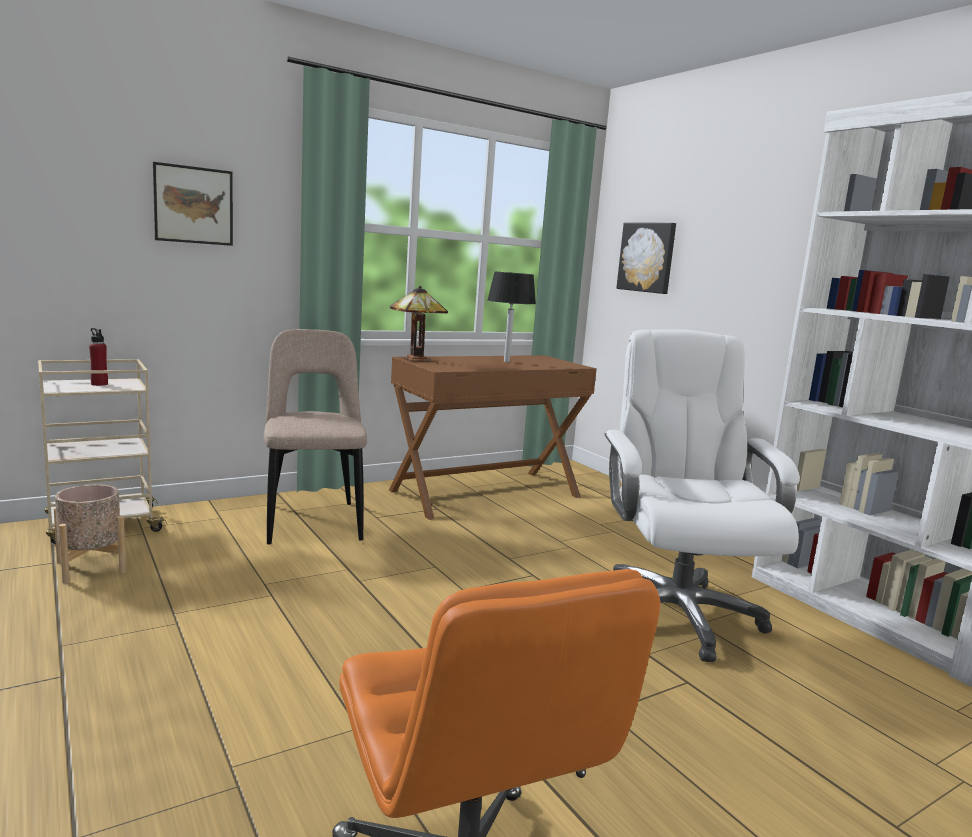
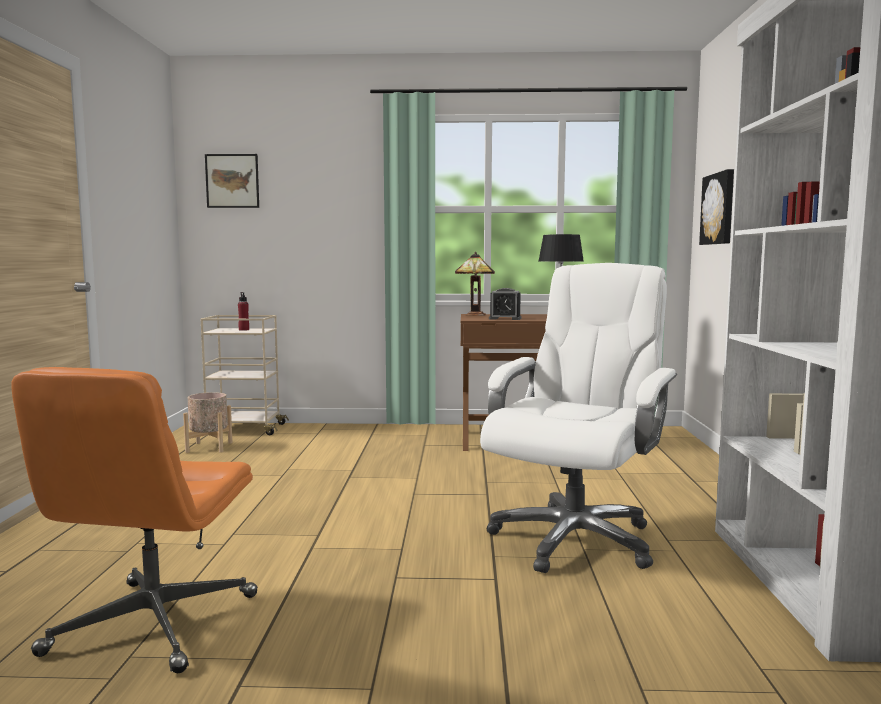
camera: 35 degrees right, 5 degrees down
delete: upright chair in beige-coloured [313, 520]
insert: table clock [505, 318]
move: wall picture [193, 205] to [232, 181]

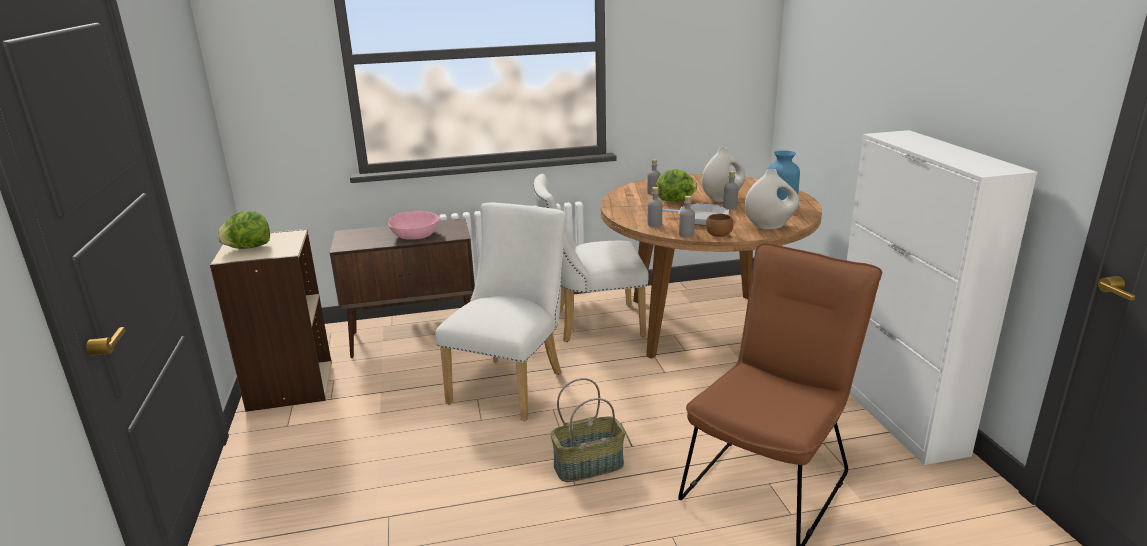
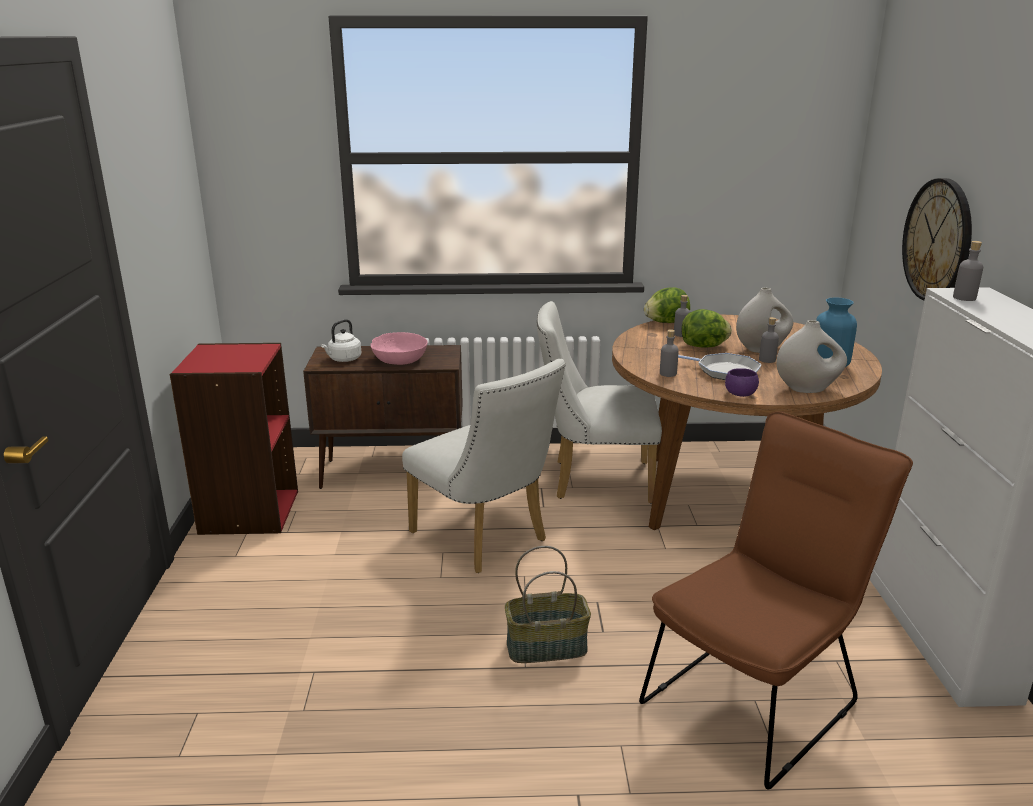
camera: 10 degrees right, 0 degrees up
insert: tea kettle in whitish [343, 359]; clock on the wall [937, 240]
move: lettuce [248, 248] to [666, 322]; drink bottle in greyish [686, 234] to [964, 298]
recolor: bookshelf in beige-coloured [289, 386] to bookshelf in red [248, 512]; serving bowl in brownish [719, 235] to serving bowl in purplish [740, 394]
rotate: upright chair in whitish [511, 384] = [485, 540] 105 degrees clockwise

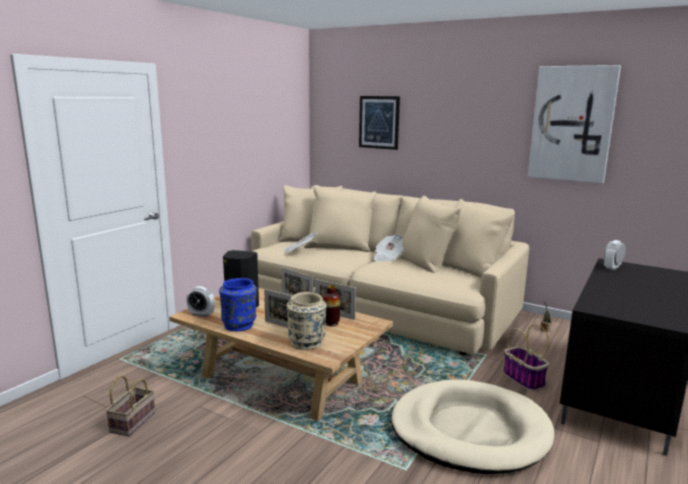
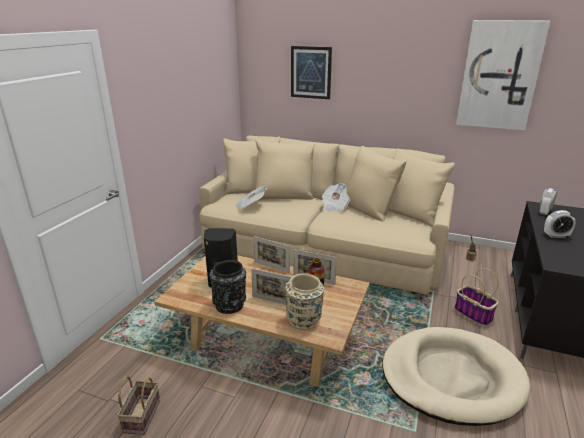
camera: 10 degrees left, 10 degrees up
move: table clock [201, 314] to [556, 236]
recolor: vase in blue [239, 325] to vase in black-coloured [230, 305]

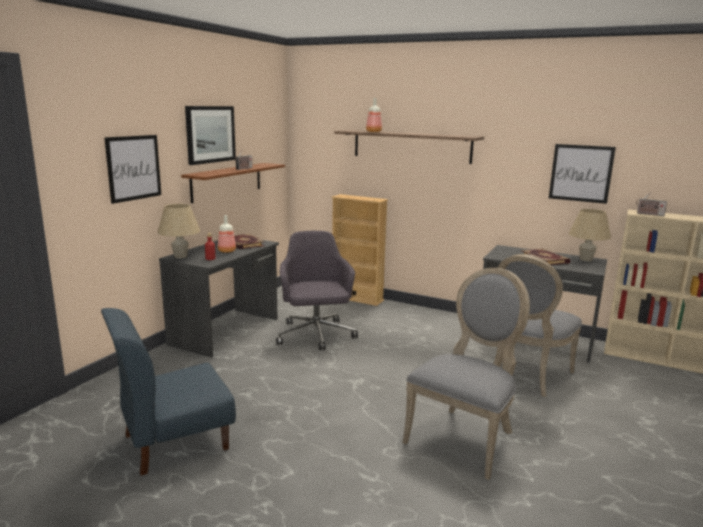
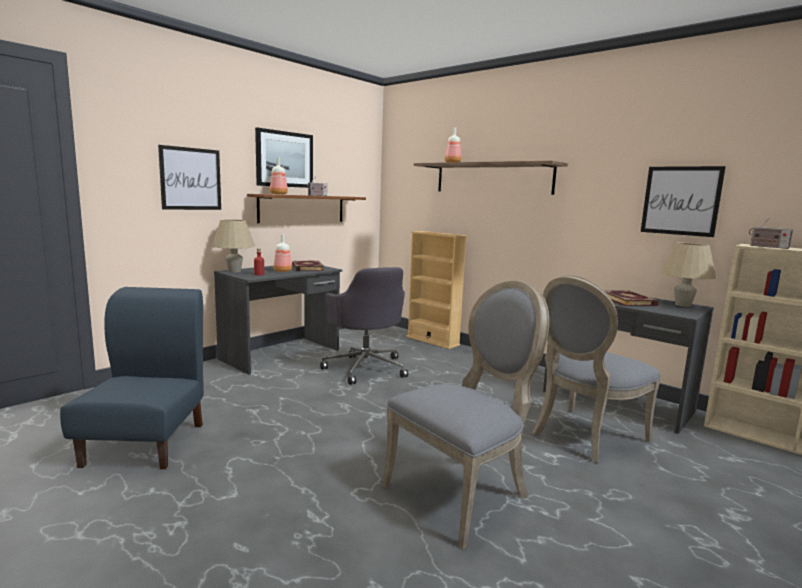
camera: 15 degrees right, 5 degrees down
insert: drink bottle [278, 194]
rotate: upright chair in blue [175, 441] = [147, 443] 105 degrees clockwise; office chair in greyish [315, 335] = [365, 368] 150 degrees clockwise

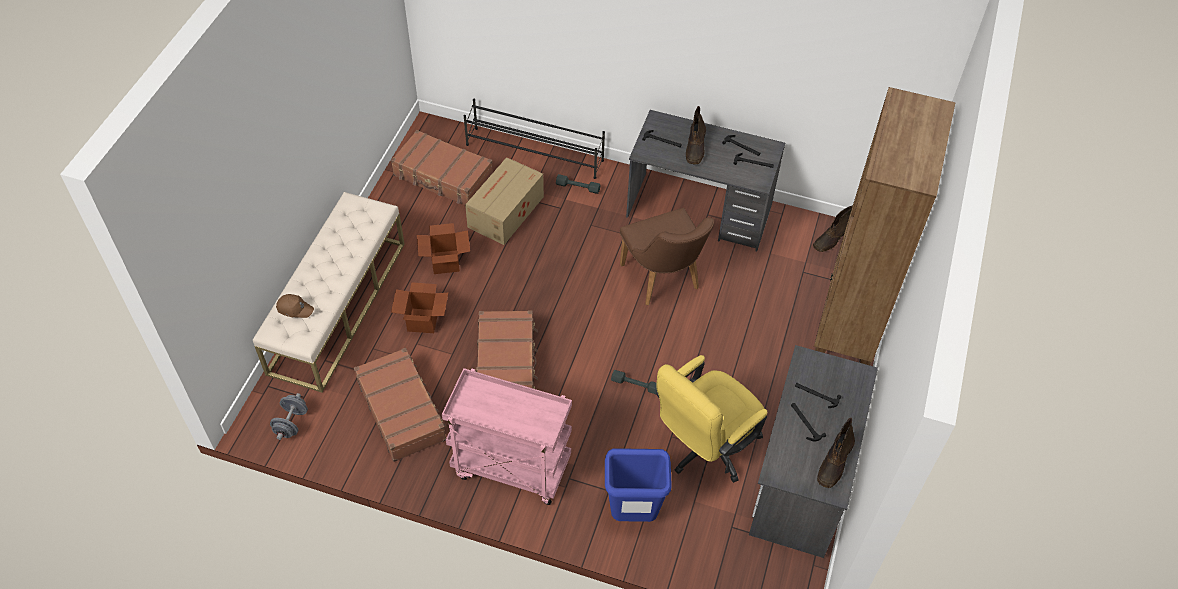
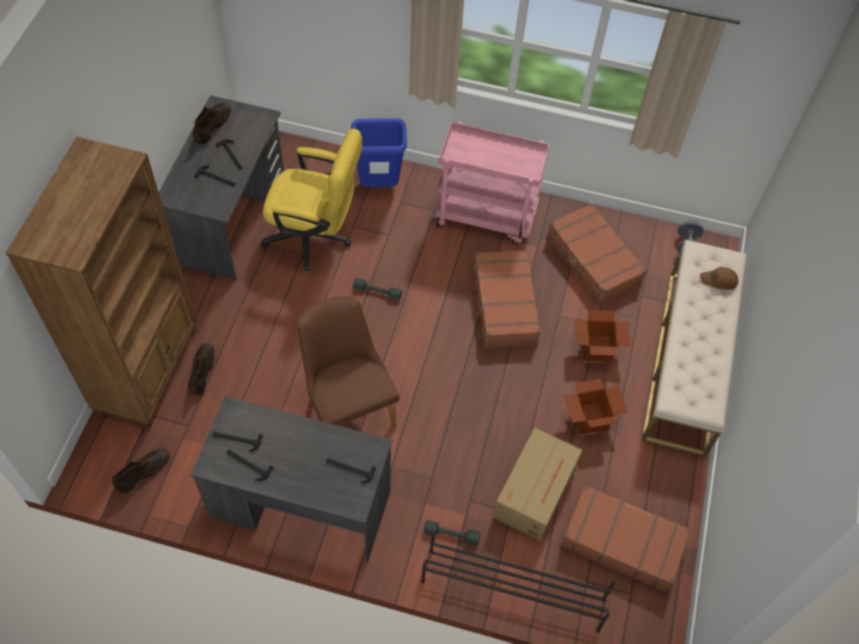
camera: 175 degrees right, 5 degrees up
move: high-top boot in brownish [695, 148] to [202, 370]
rotate: office chair in yellowish [704, 448] = [315, 237] 60 degrees clockwise

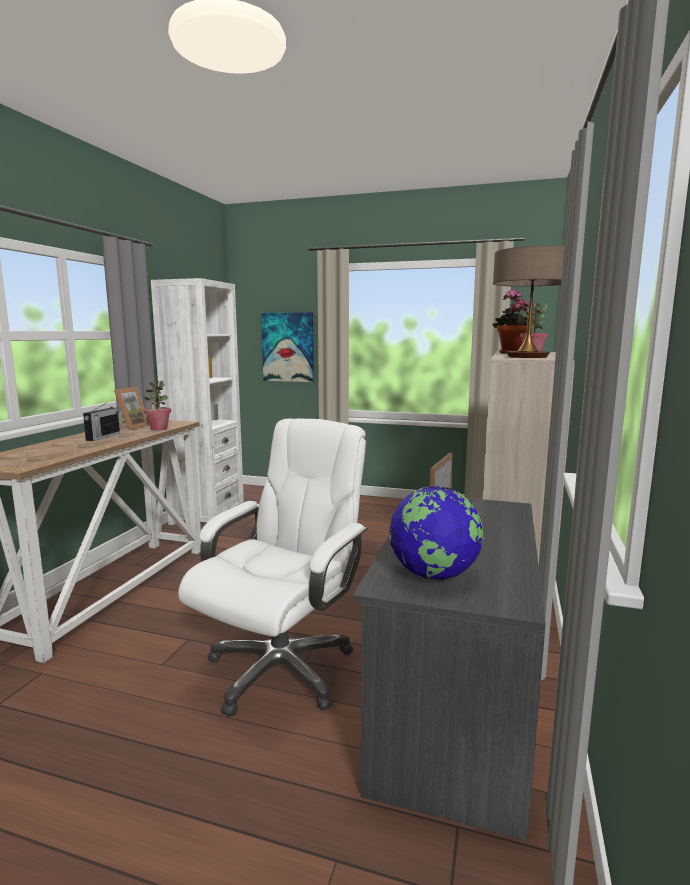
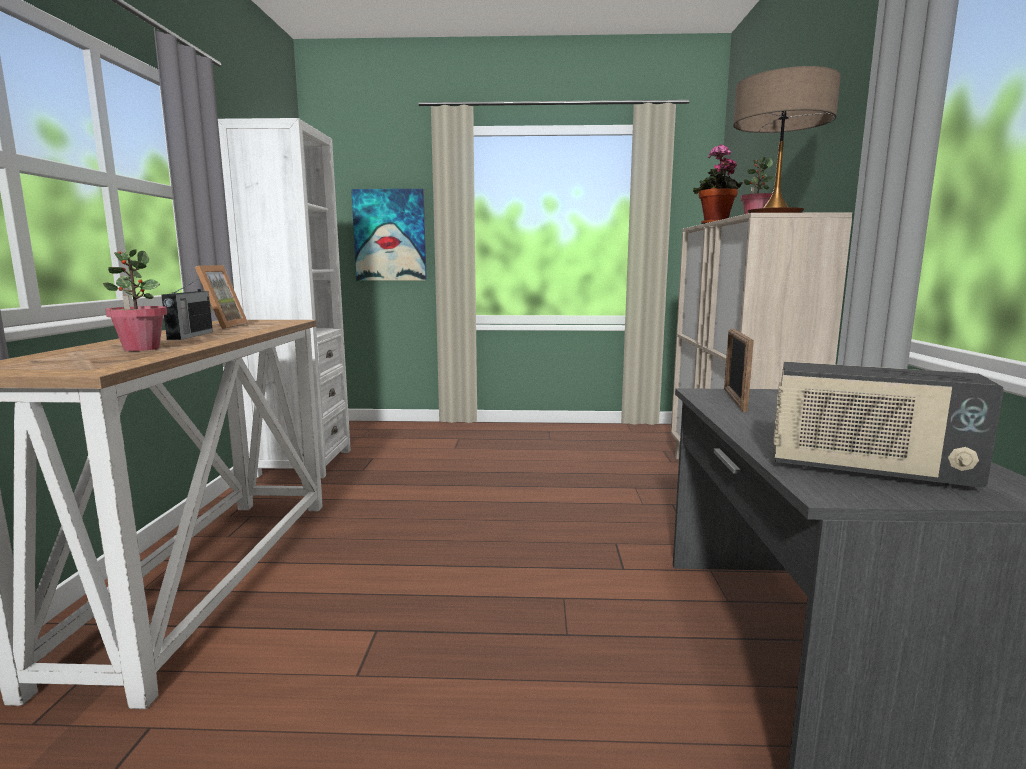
camera: 15 degrees left, 0 degrees up
delete: office chair in whitish [281, 668]
move: houseplant [158, 429] to [141, 348]
replace: globe [434, 575] to radio set [867, 471]

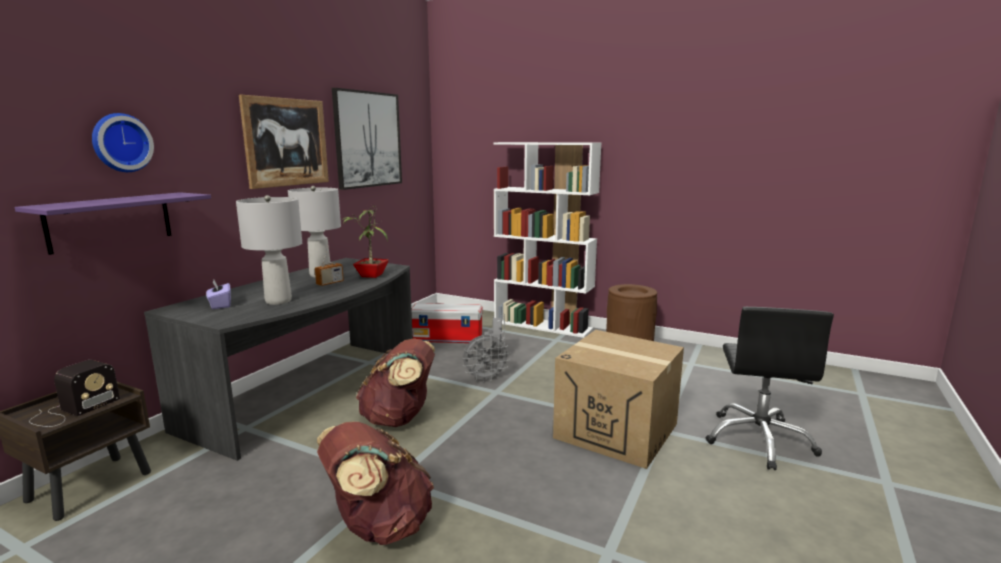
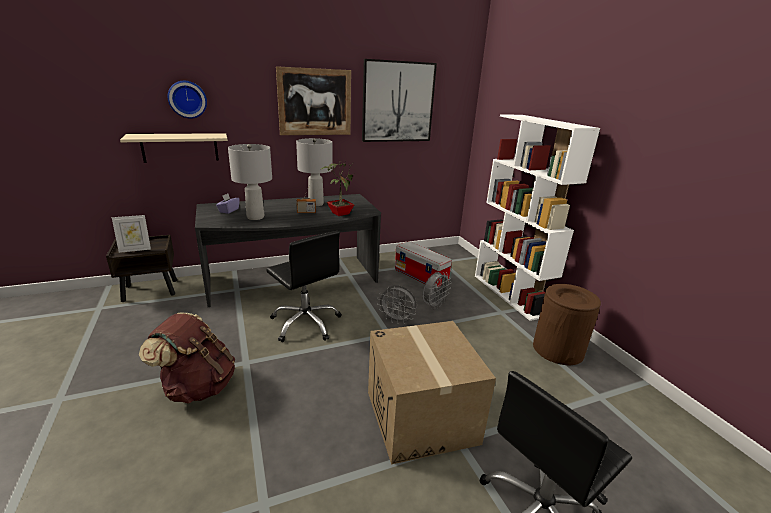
camera: 40 degrees right, 10 degrees up
replace: radio set [72, 410] to standing frame [135, 249]; knapsack in brownish [399, 418] to office chair in black-coloured [306, 323]
recolor: bracket shelf in purplish [110, 221] to bracket shelf in beige-coloured [180, 147]

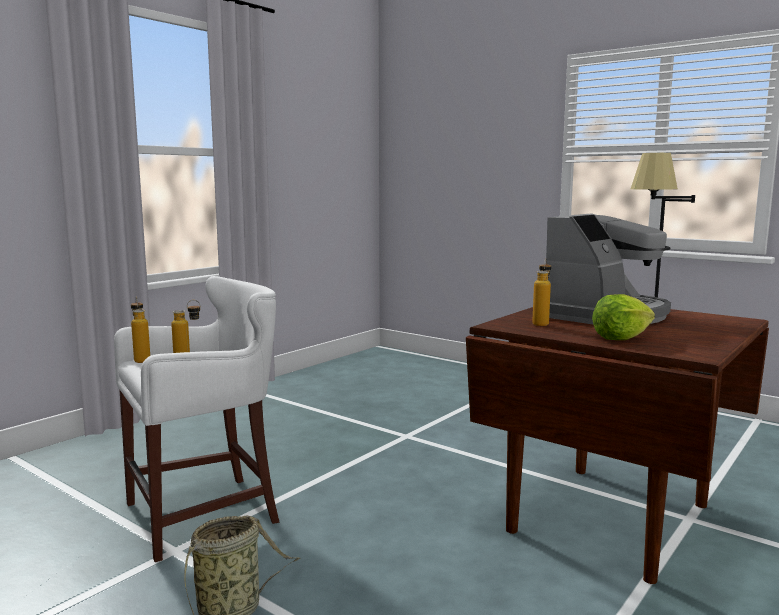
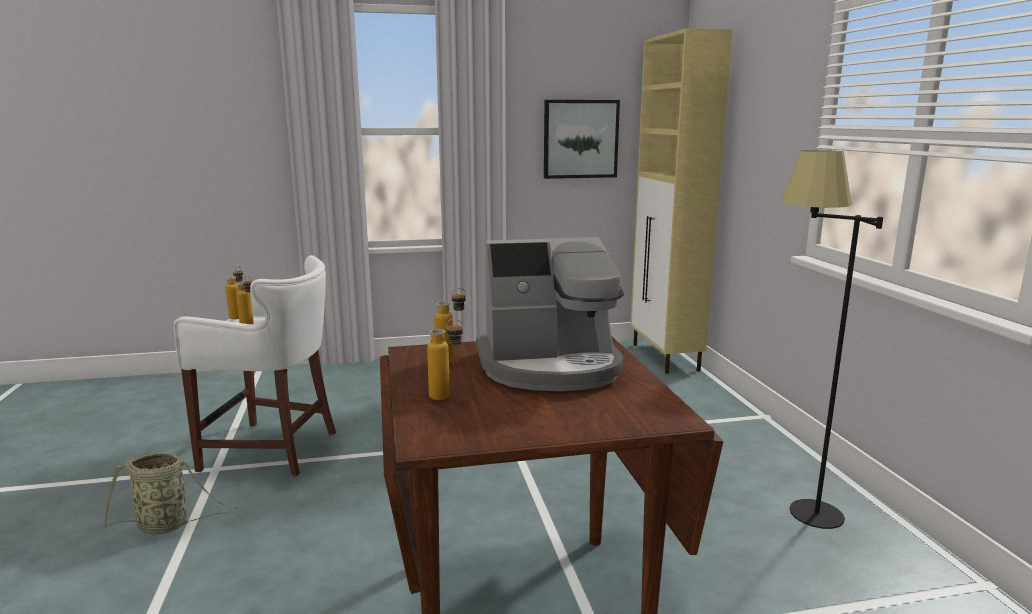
camera: 40 degrees right, 5 degrees up
insert: wall picture [580, 139]; cabinet in beige-coloured [665, 357]
replace: lettuce [621, 338] to drink bottle [447, 398]

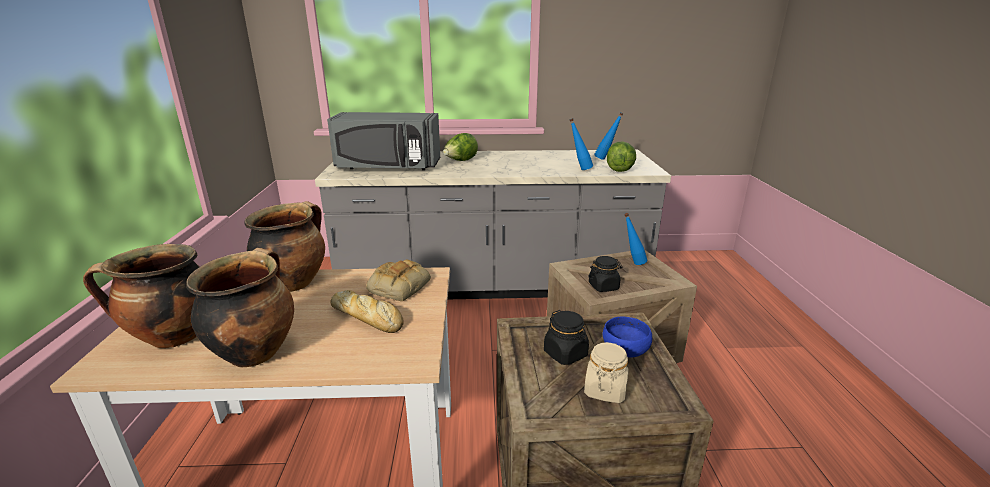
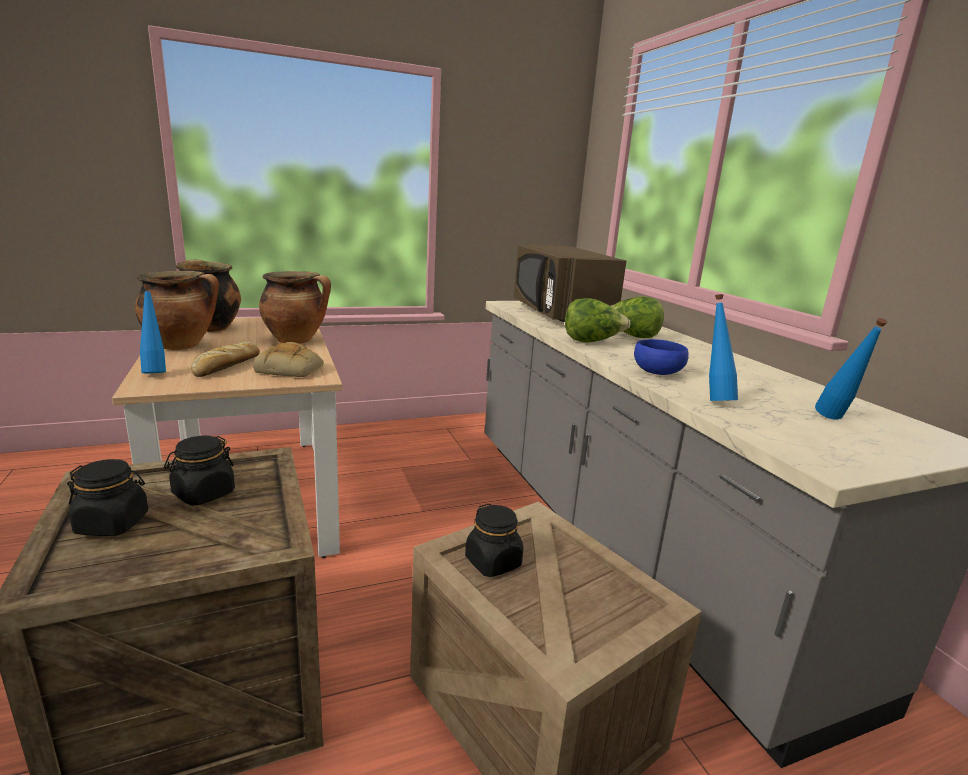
camera: 70 degrees right, 5 degrees down
move: drink bottle in blue [632, 263] to [155, 372]; lettuce [620, 169] to [592, 342]; serving bowl in blue [624, 350] to [658, 372]
recolor: preserve jar in beige-coloured [605, 389] to preserve jar in black-coloured [113, 523]; microwave in greyish [388, 167] to microwave in brownish [559, 314]

